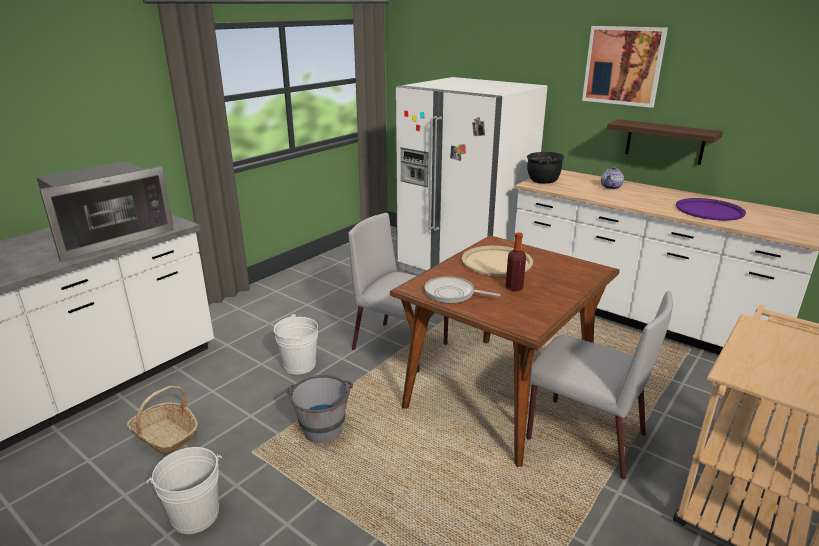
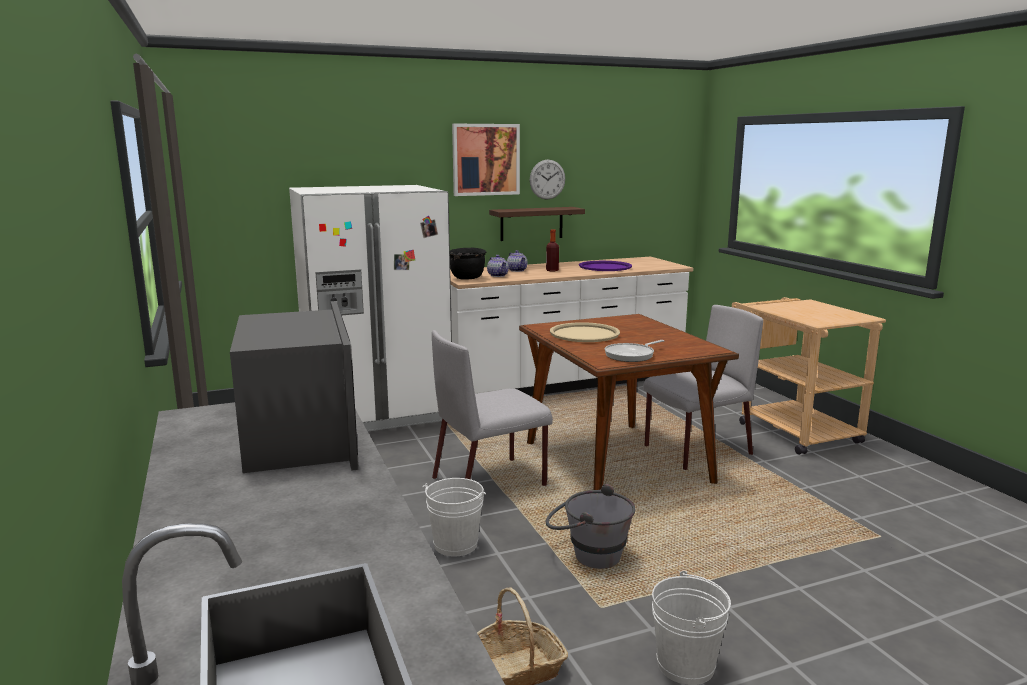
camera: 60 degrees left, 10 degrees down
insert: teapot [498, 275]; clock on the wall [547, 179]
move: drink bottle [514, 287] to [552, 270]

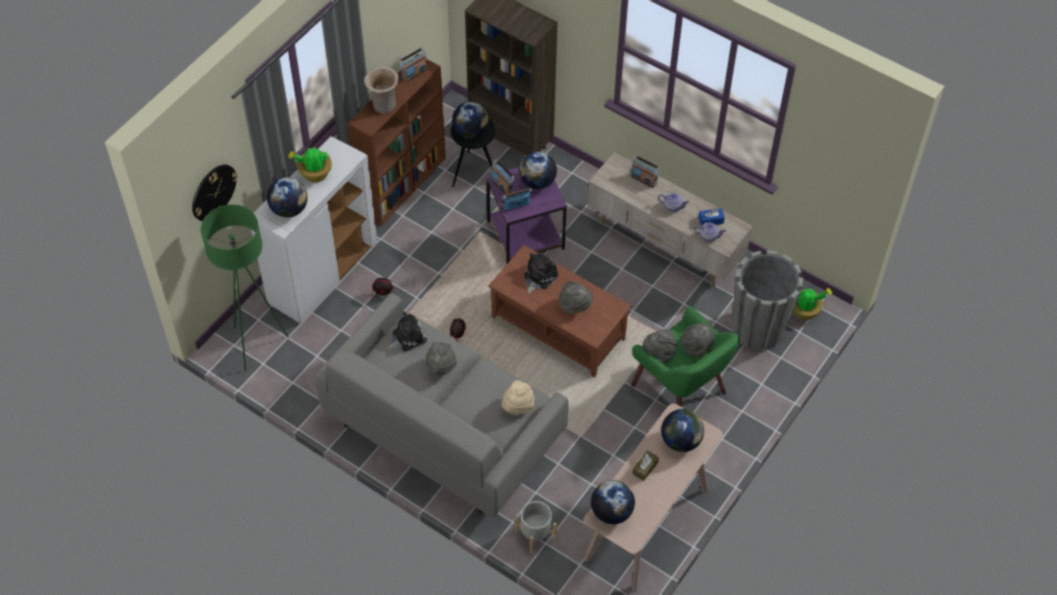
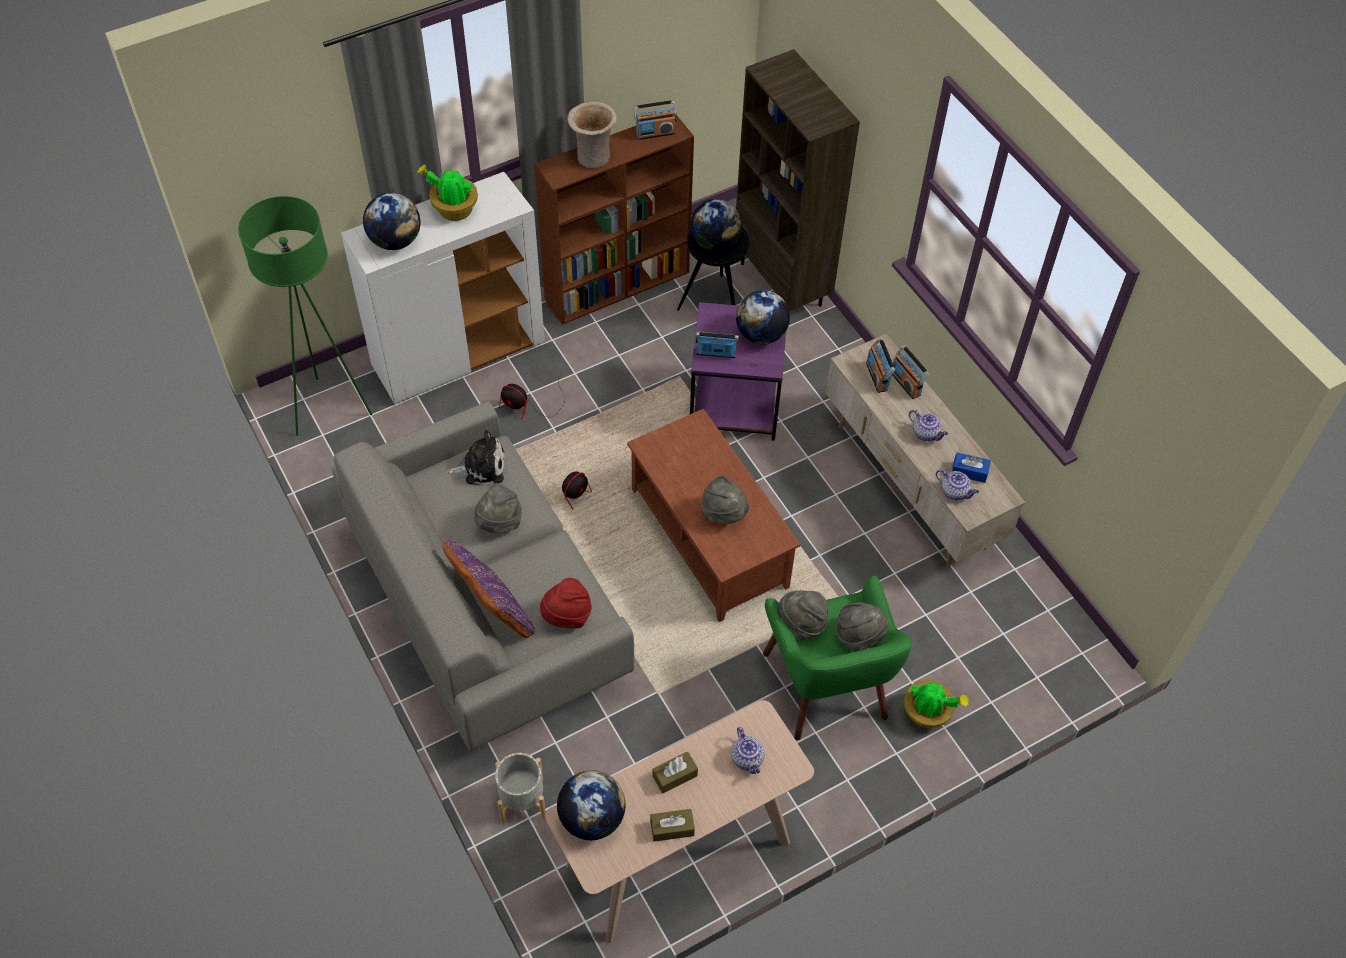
camera: 25 degrees right, 0 degrees up
delete: clock on the wall [213, 192]; soft toy [539, 276]; flower pot in greyish [758, 327]
insert: cushion in purplish [493, 612]; box of tissues in brownish [672, 828]
move: radio set [502, 185] to [877, 376]; houseplant [805, 311] to [927, 714]
replace: globe [681, 441] to teapot [748, 759]
recolor: clothing hat in beige-coloured [517, 407] to clothing hat in red [567, 616]

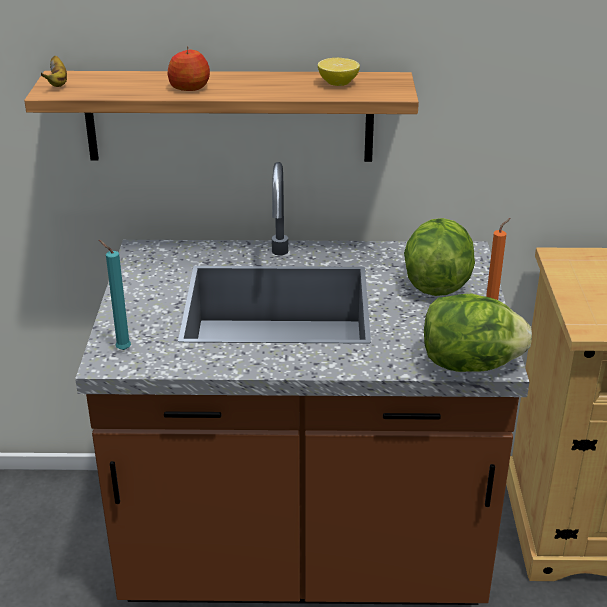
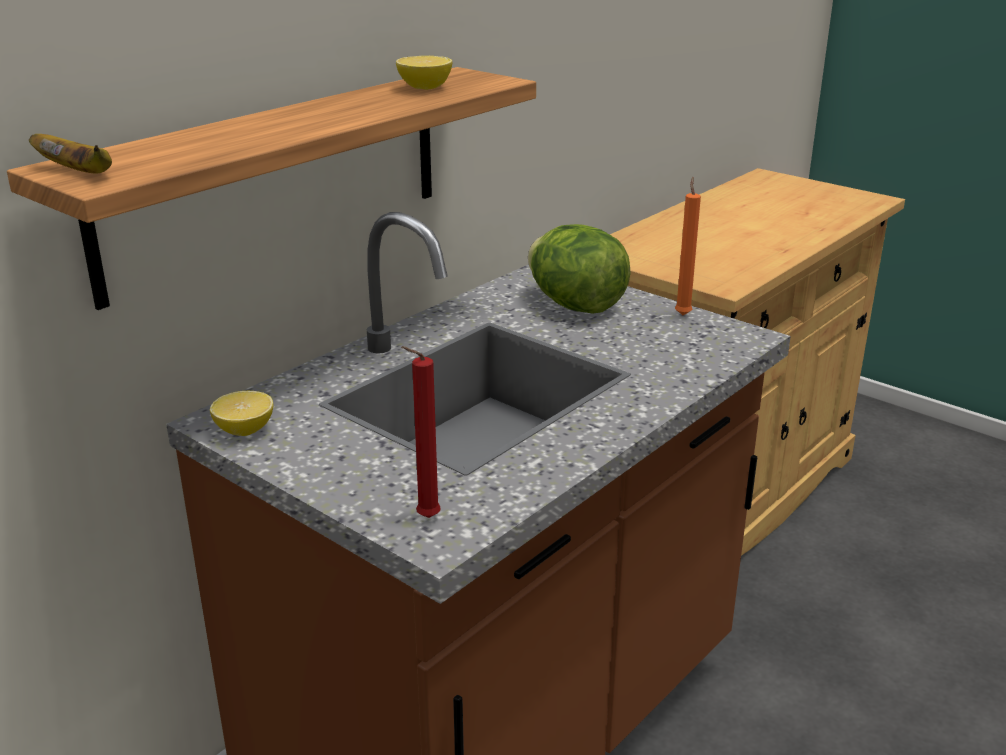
camera: 50 degrees left, 5 degrees down
delete: apple [189, 87]; lettuce [469, 364]
insert: lemon [245, 430]
recolor: wax candle in turquoise [121, 349] to wax candle in red [424, 518]

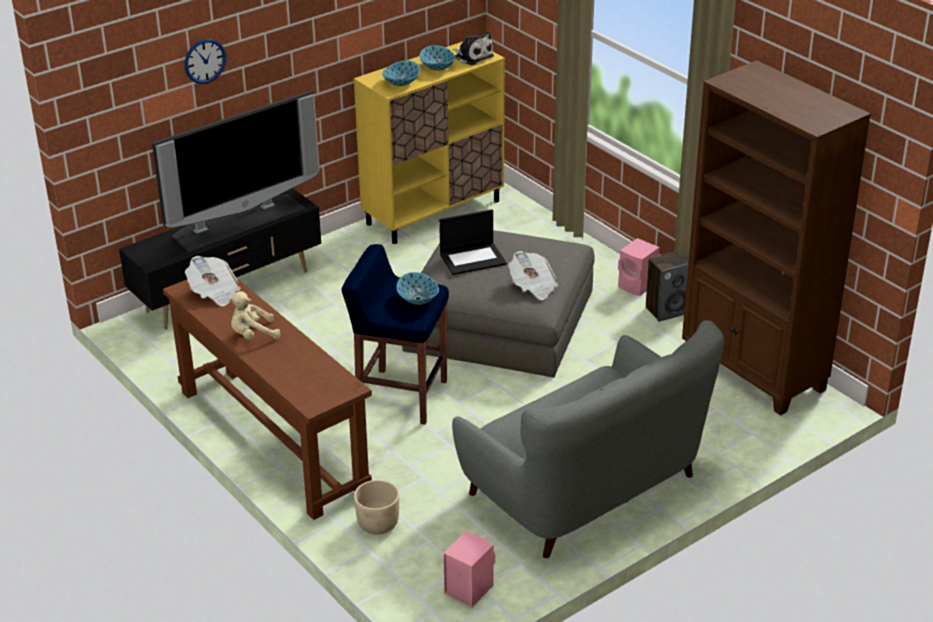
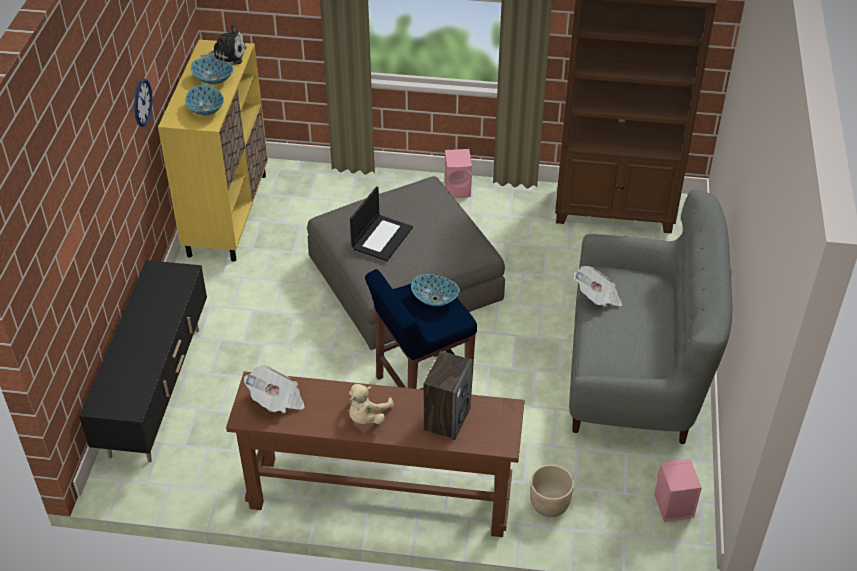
camera: 45 degrees left, 10 degrees up
delete: TV set [238, 221]
move: clock on the wall [205, 61] to [142, 102]; loudspeaker [668, 310] to [447, 418]; newspaper [533, 287] to [597, 297]

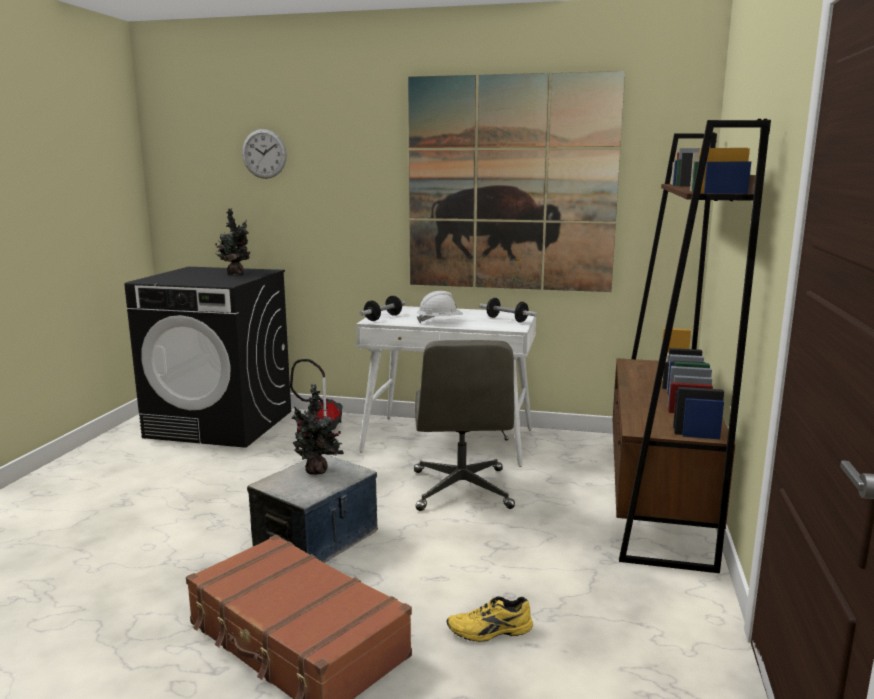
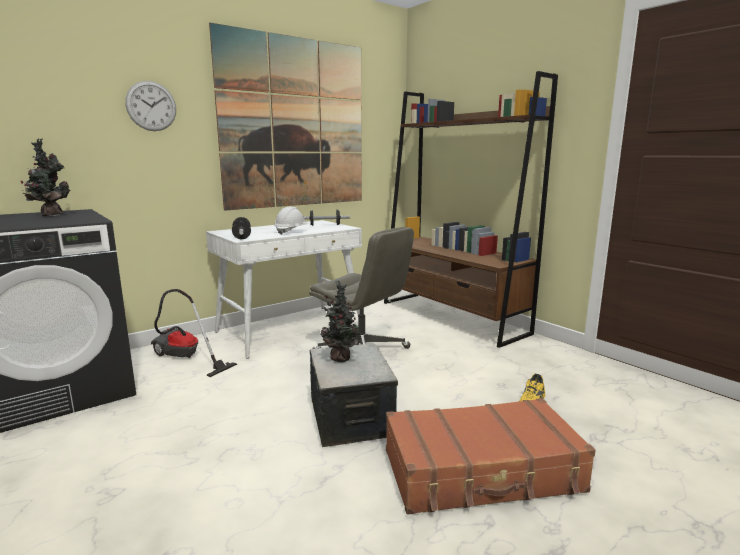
camera: 50 degrees left, 0 degrees up
move: clock on the wall [264, 154] to [151, 106]

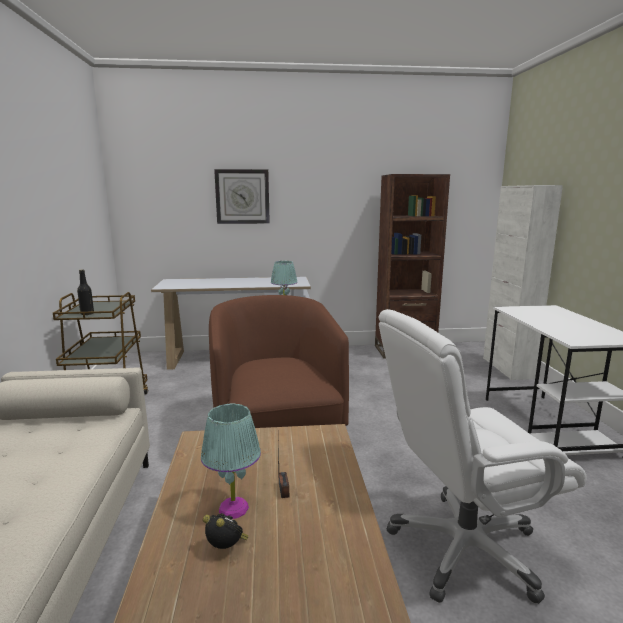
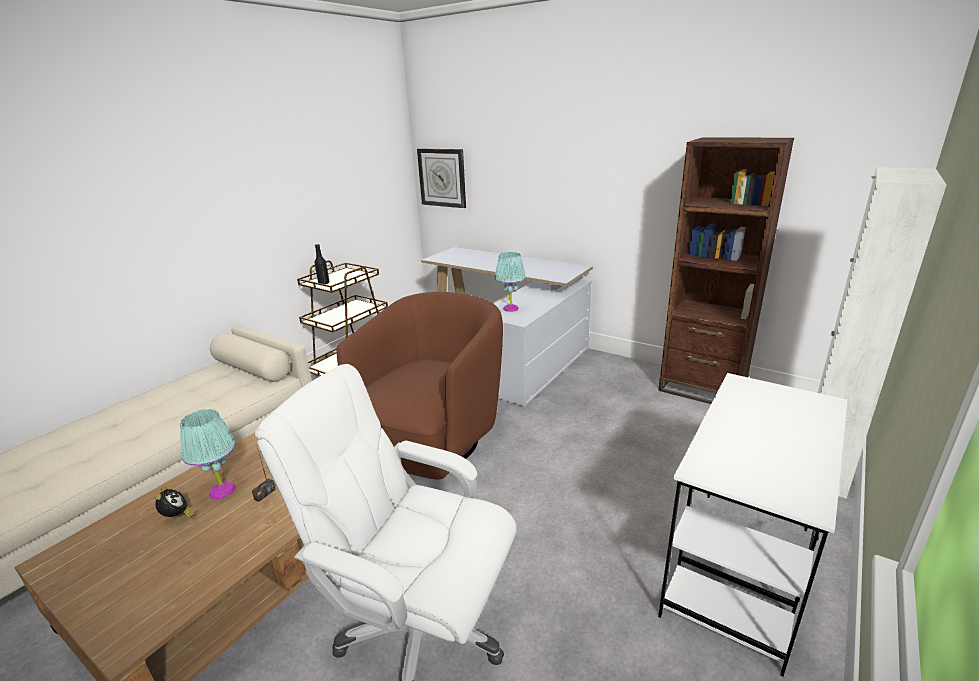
camera: 40 degrees right, 10 degrees up
move: clock on the wall [242, 196] to [442, 177]

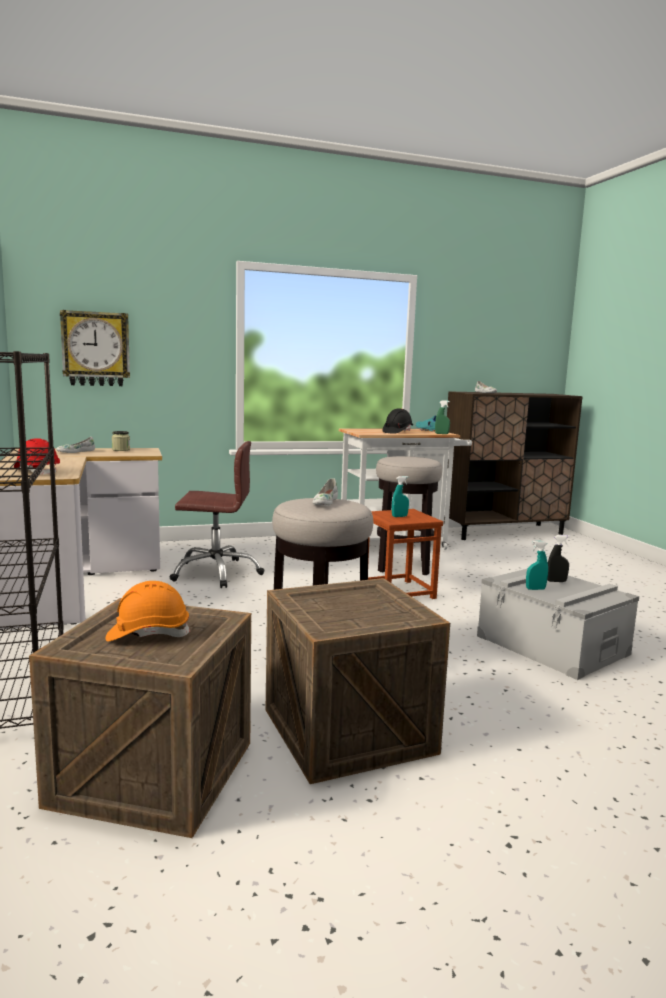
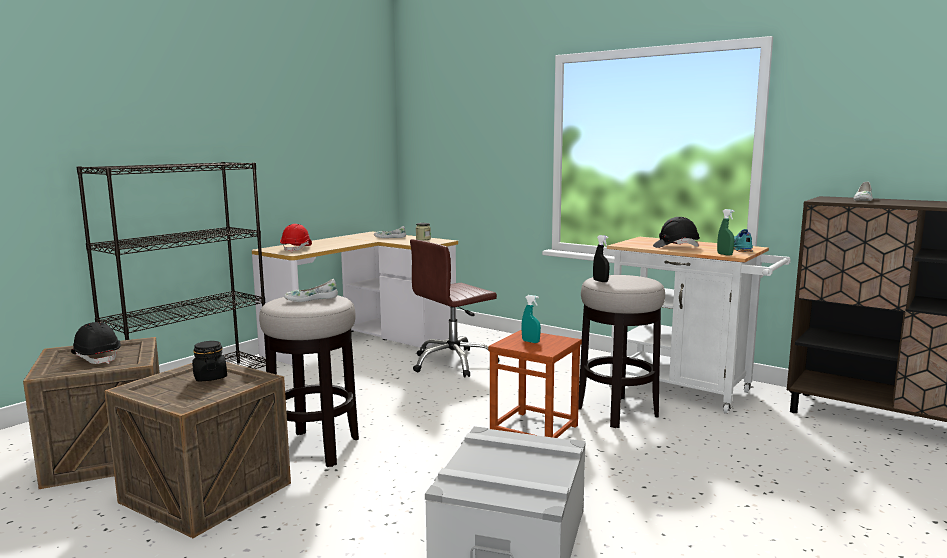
camera: 55 degrees right, 0 degrees up
delete: clock on the wall [96, 349]; sprayer in turquoise [535, 589]
insert: preserve jar in black-coloured [210, 377]
move: sprayer in black-coloured [556, 581] to [600, 281]
recolor: work helmet in orange-coloured [148, 634] to work helmet in black-coloured [97, 358]
rotate: office chair in brownish [216, 573] = [453, 363] 90 degrees clockwise

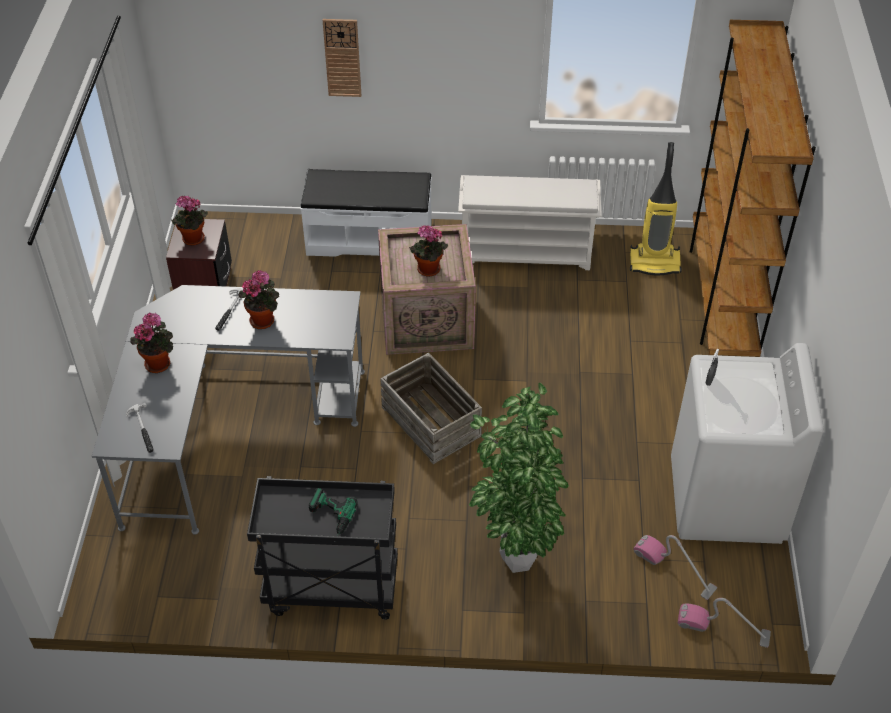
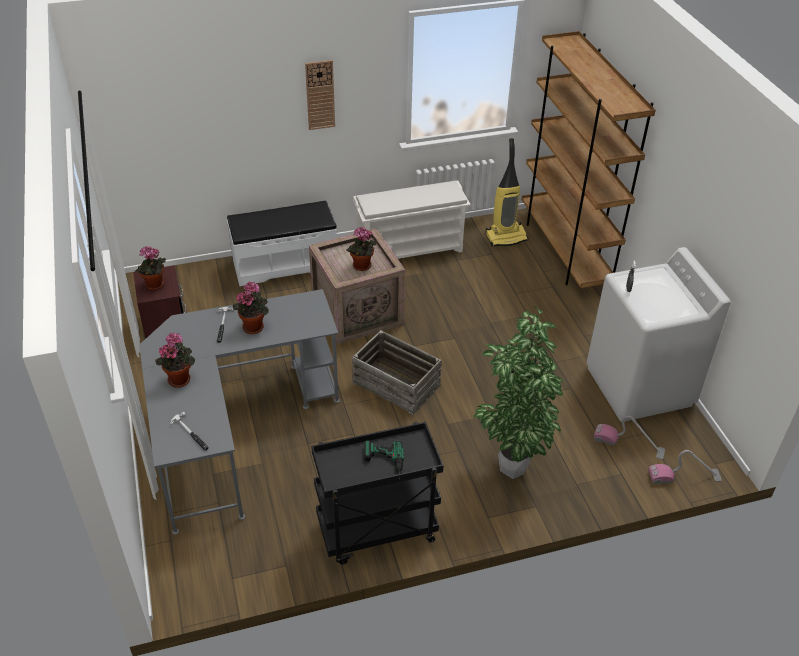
camera: 20 degrees left, 5 degrees down
move: clock on the wall [342, 57] to [320, 95]

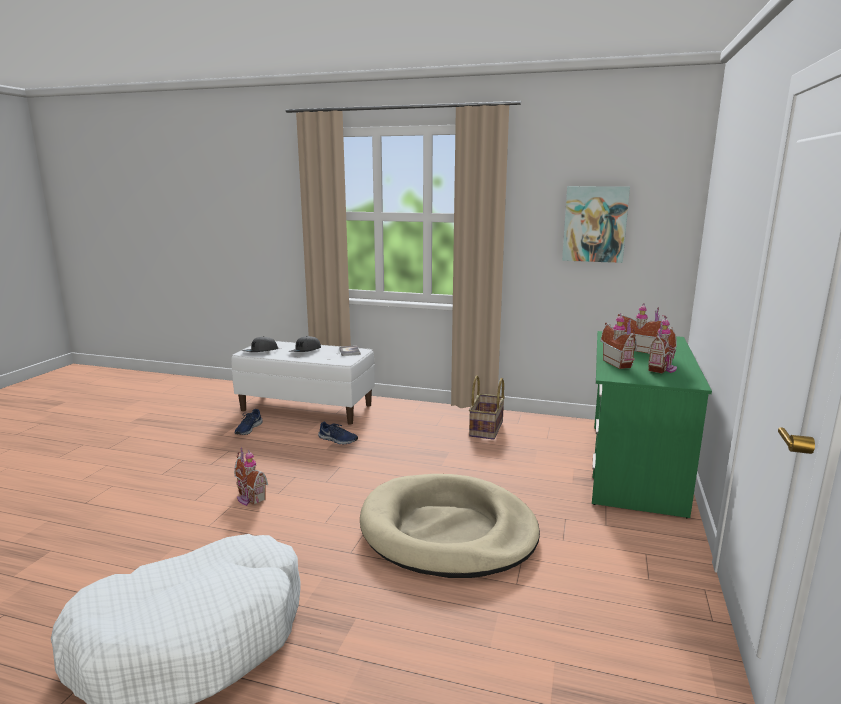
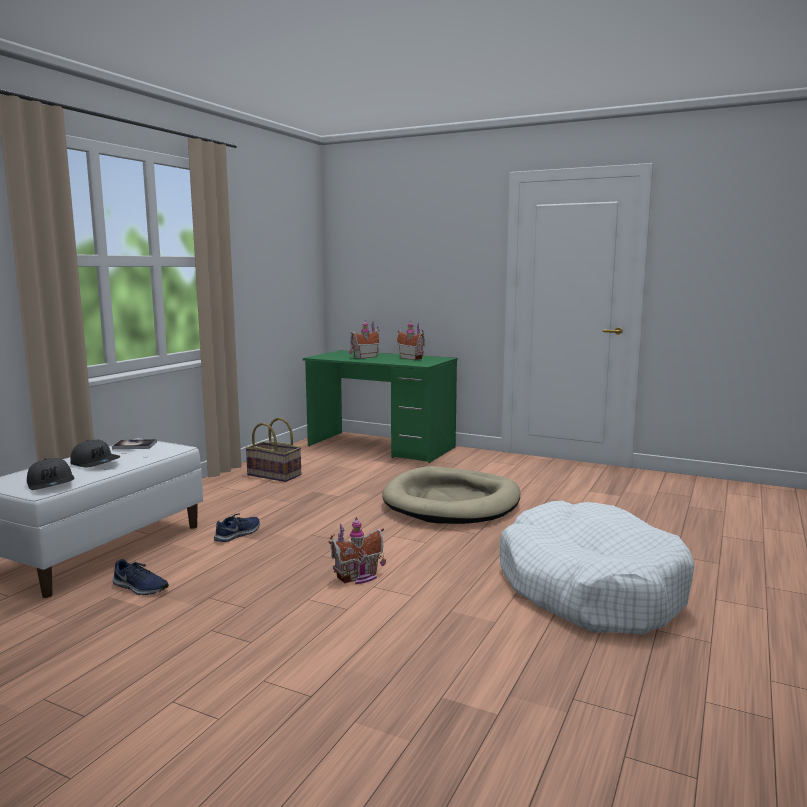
camera: 80 degrees left, 5 degrees down
delete: wall picture [595, 224]; model house [619, 363]

